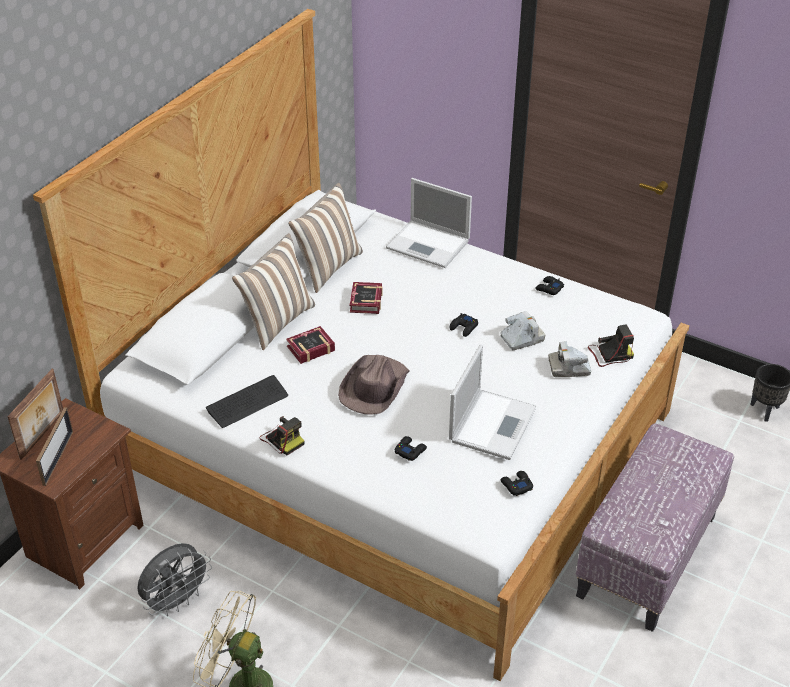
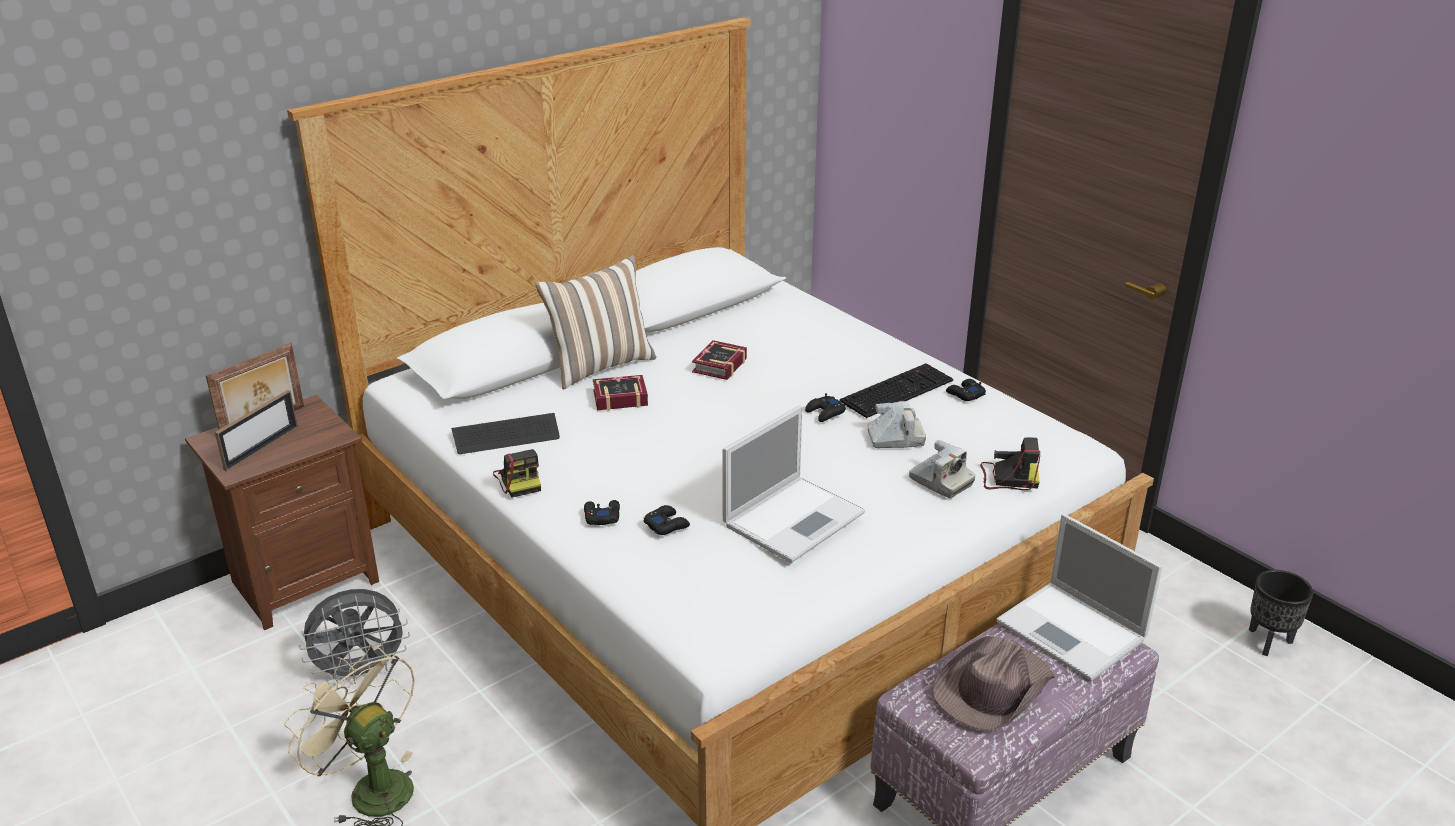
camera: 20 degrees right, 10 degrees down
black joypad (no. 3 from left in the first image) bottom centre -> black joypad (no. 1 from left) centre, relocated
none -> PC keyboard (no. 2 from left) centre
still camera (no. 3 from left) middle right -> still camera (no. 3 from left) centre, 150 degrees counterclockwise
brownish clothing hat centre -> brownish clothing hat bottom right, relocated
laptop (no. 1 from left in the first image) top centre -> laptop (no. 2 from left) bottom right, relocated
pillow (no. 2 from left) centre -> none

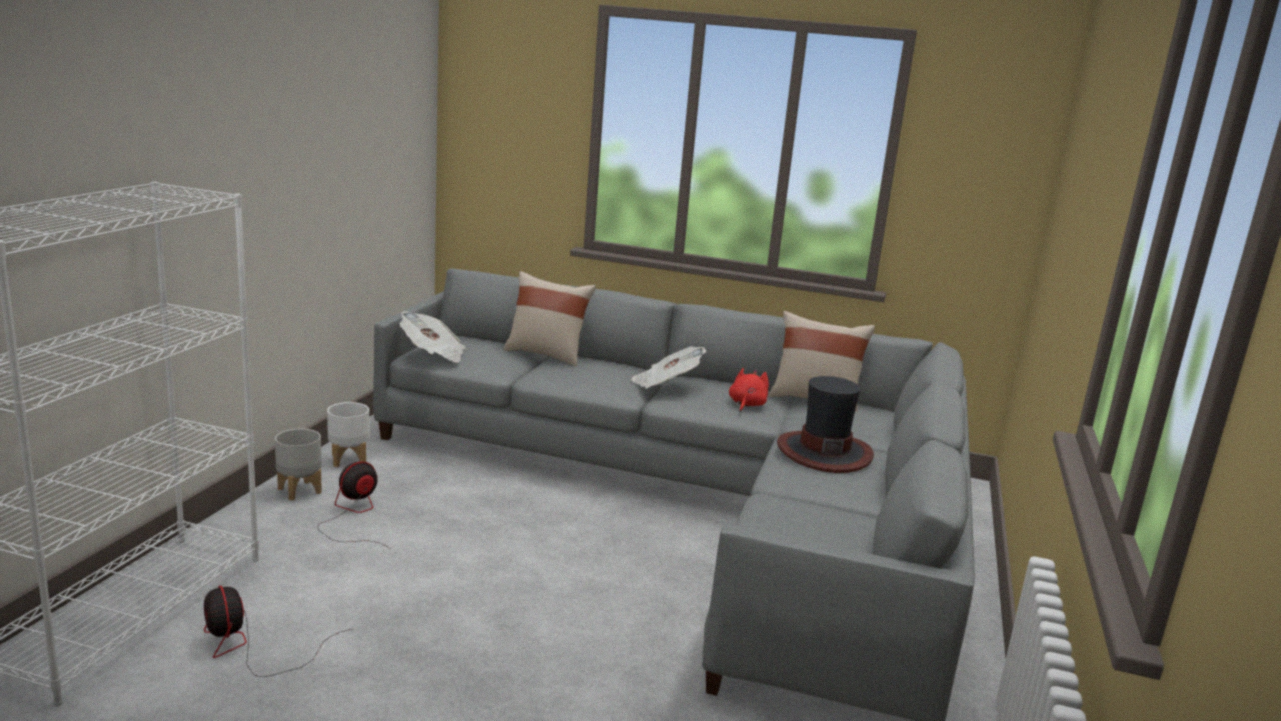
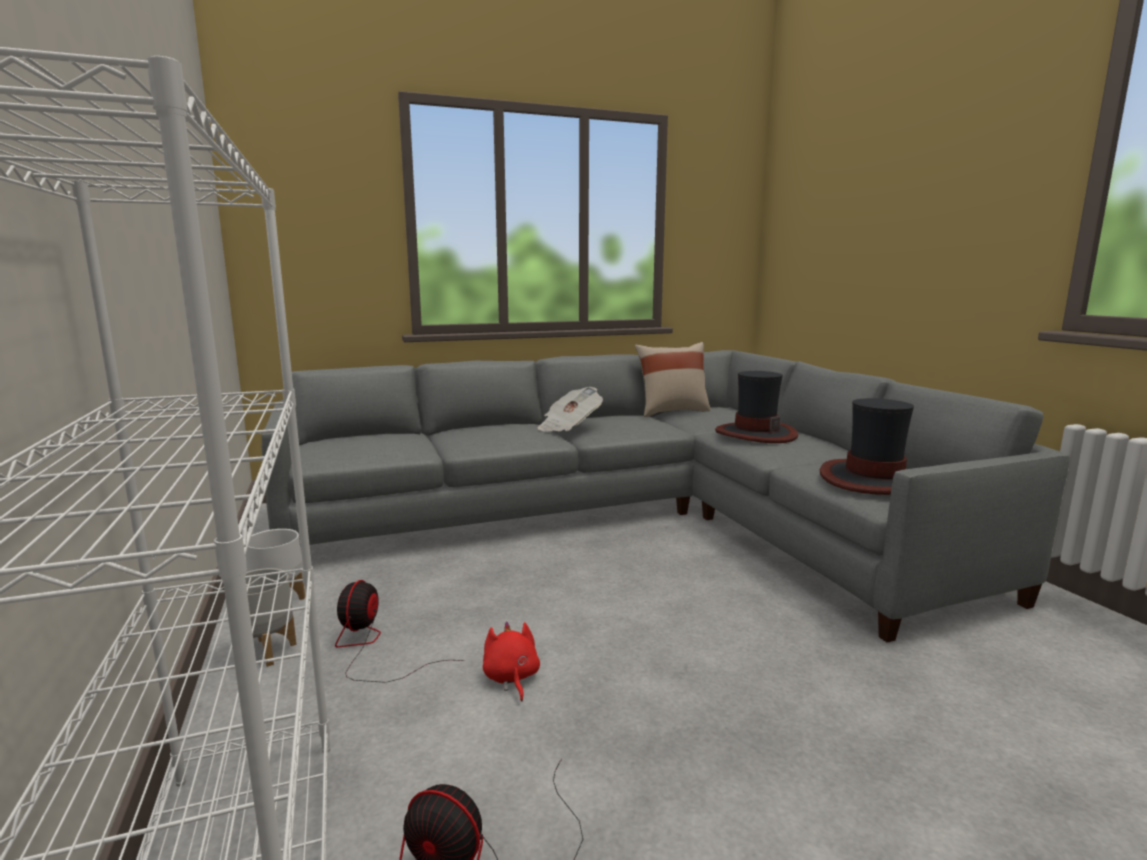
camera: 35 degrees left, 5 degrees down
red cuddly toy centre -> red cuddly toy bottom centre, relocated
none -> clothing hat (no. 2 from left) middle right
newspaper (no. 1 from left) centre -> none
sand-coloured pillow (no. 1 from left) centre -> none

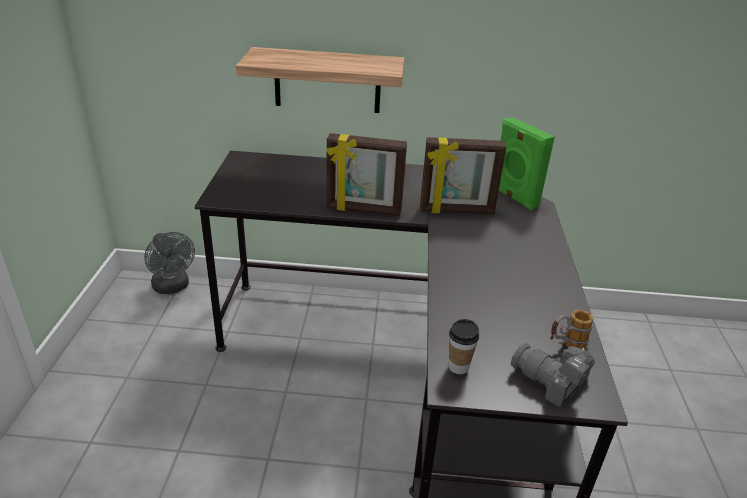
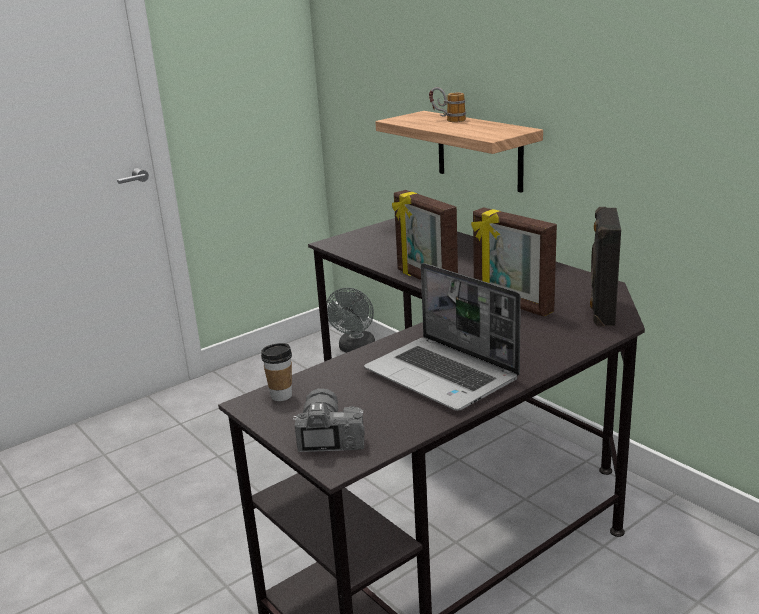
camera: 50 degrees right, 10 degrees down
none -> laptop centre
coffee mug middle right -> coffee mug top centre, relocated
greenish audio speaker top right -> black audio speaker middle right

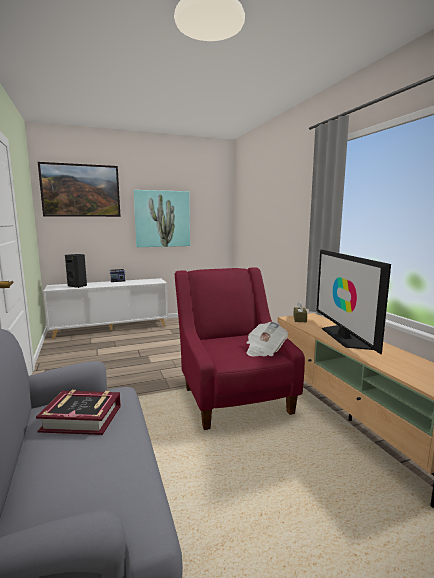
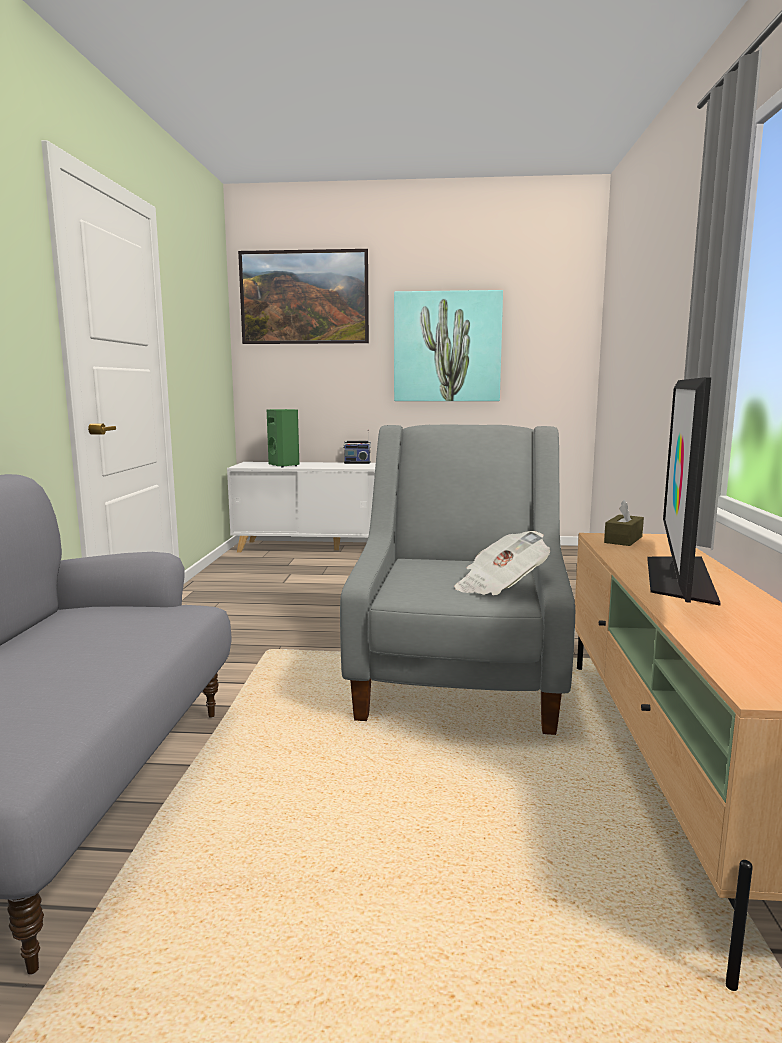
camera: 25 degrees right, 0 degrees up
black audio speaker middle left -> greenish audio speaker centre
red easy chair centre -> grey easy chair centre
book bottom left -> none

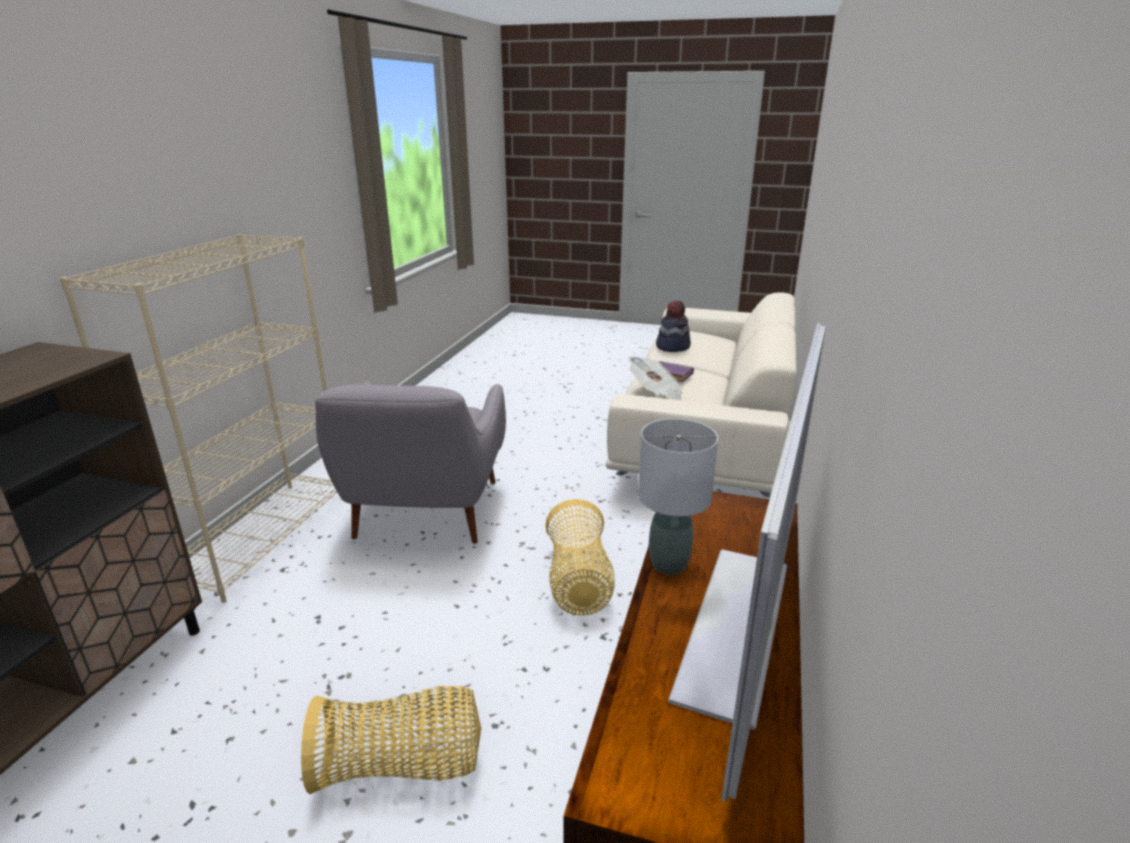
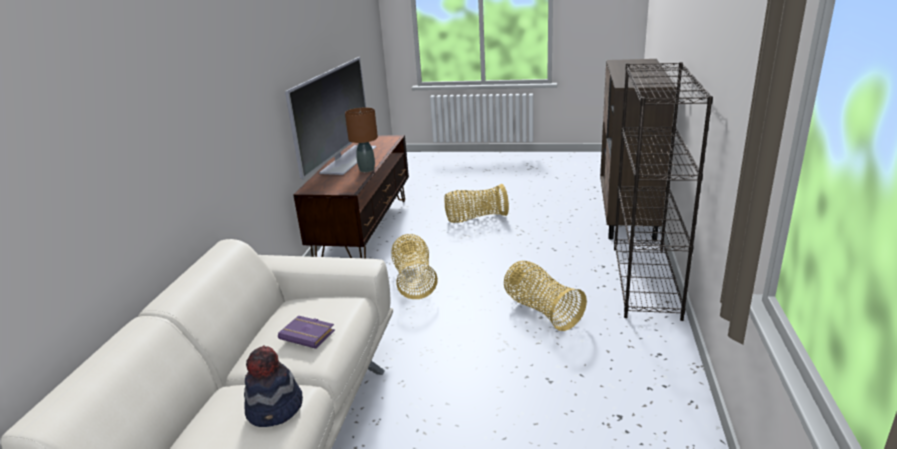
camera: 175 degrees right, 0 degrees up
grey table lamp centre -> brownish table lamp top centre
grey easy chair centre -> storage basket (no. 3 from left) centre
sand-coloured bookcase middle left -> black bookcase middle right
newspaper centre -> none

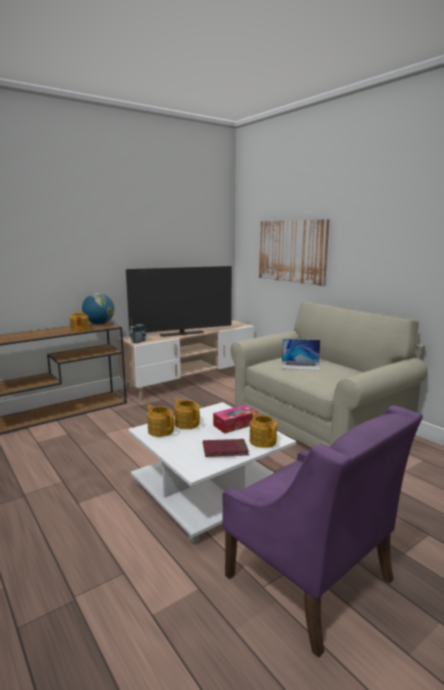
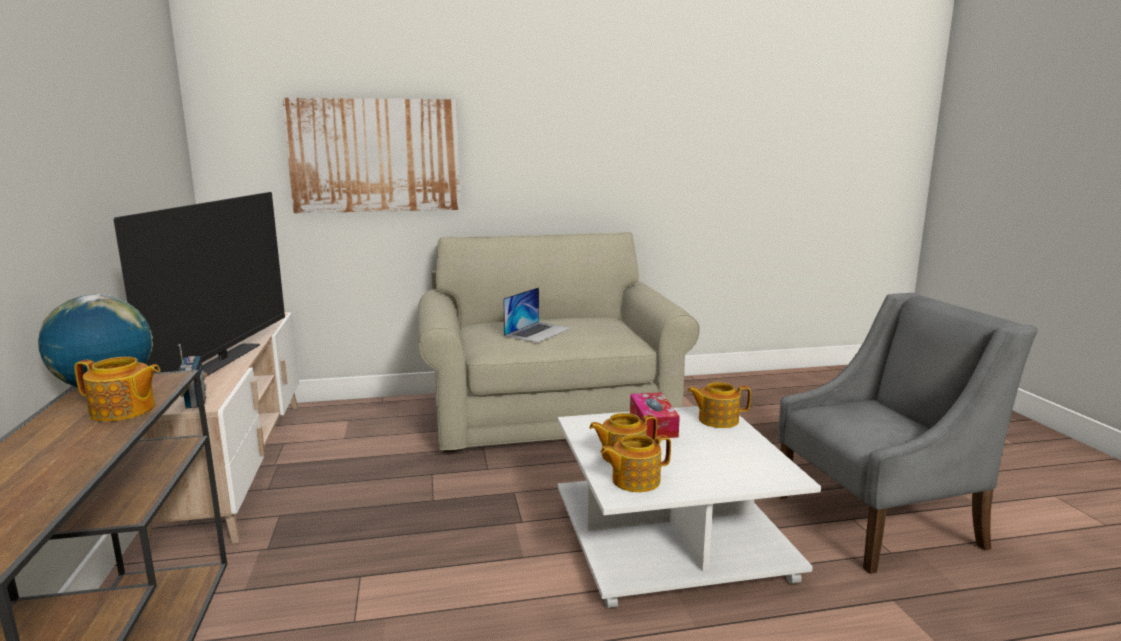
camera: 65 degrees left, 0 degrees up
purple easy chair bottom right -> grey easy chair bottom right
red book centre -> none

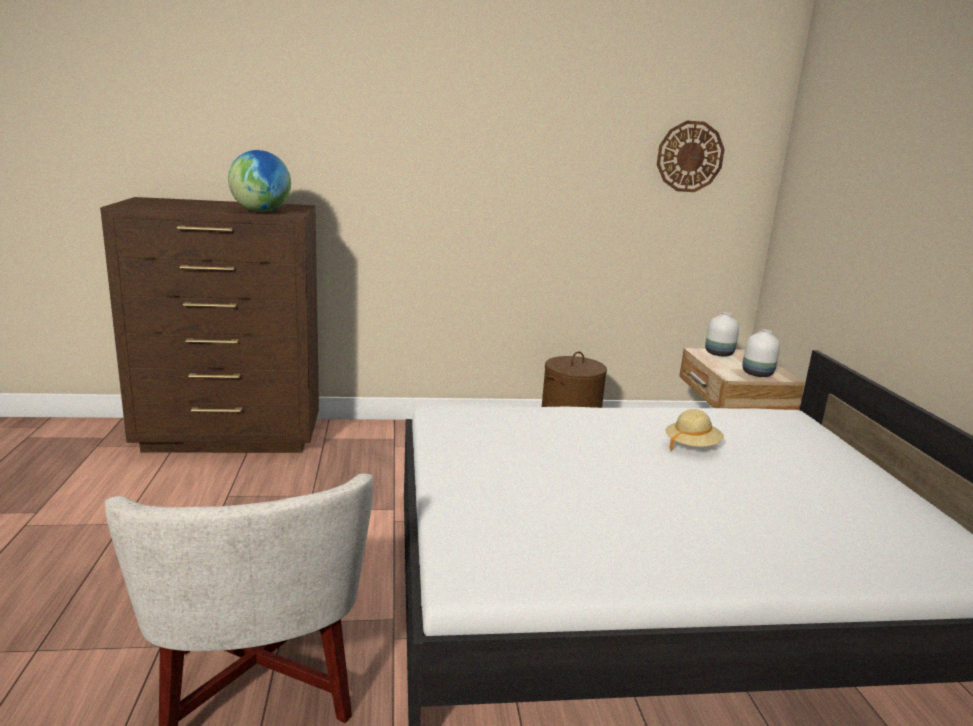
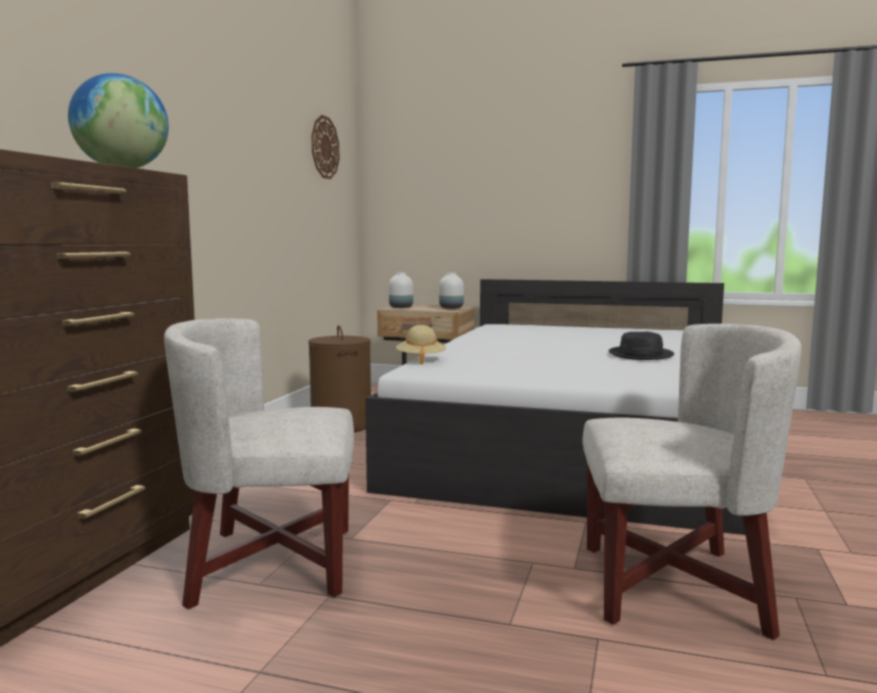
camera: 65 degrees left, 10 degrees down
none -> white-coloured easy chair (no. 1 from left) bottom left
sand-coloured clothing hat middle right -> sand-coloured clothing hat centre, relocated
none -> black clothing hat middle right

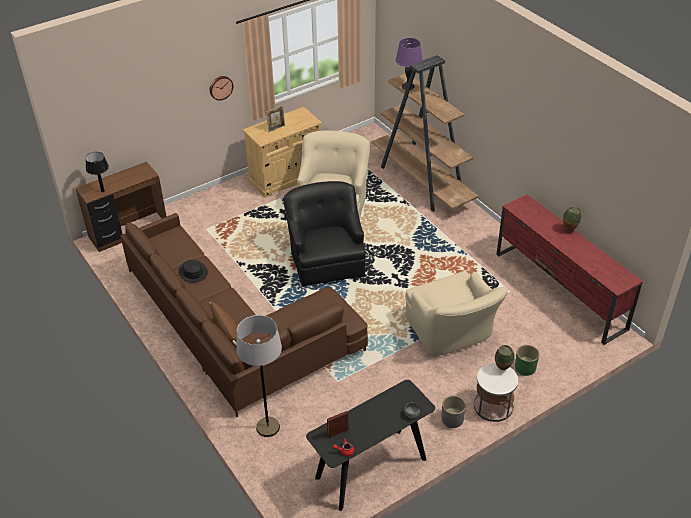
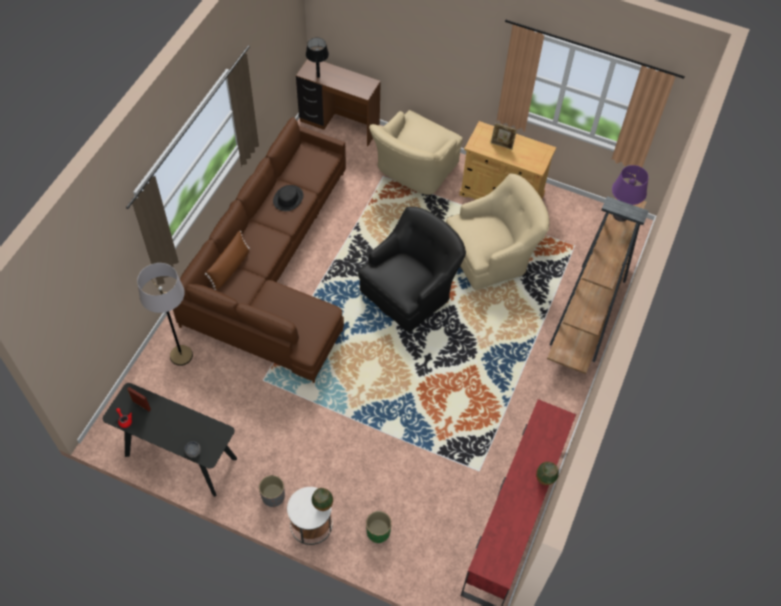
camera: 55 degrees right, 15 degrees up
sand-coloured easy chair (no. 2 from left in the first image) centre -> sand-coloured easy chair (no. 1 from left) top centre, relocated
wall clock top left -> none

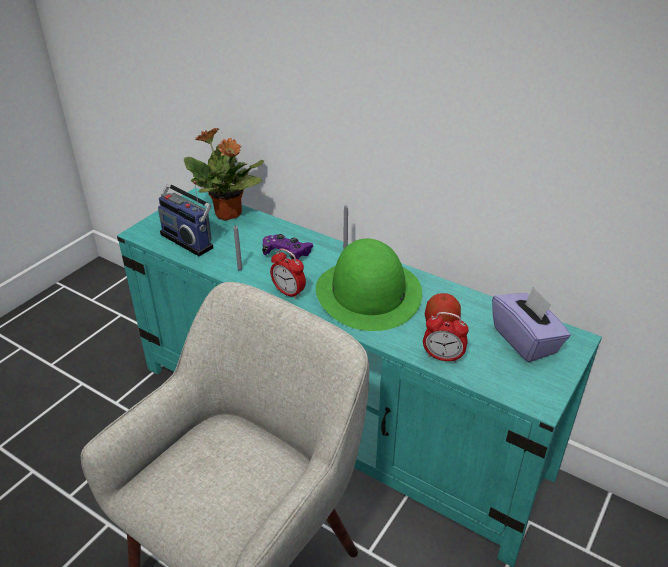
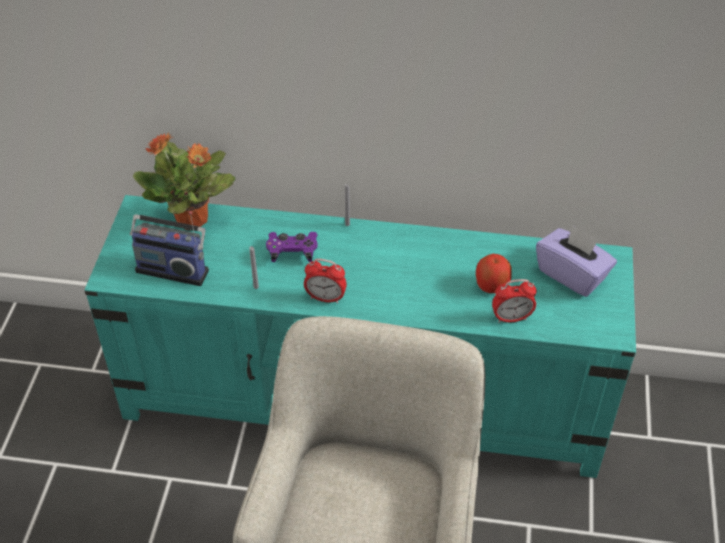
camera: 25 degrees left, 10 degrees up
greenish clothing hat centre -> none

